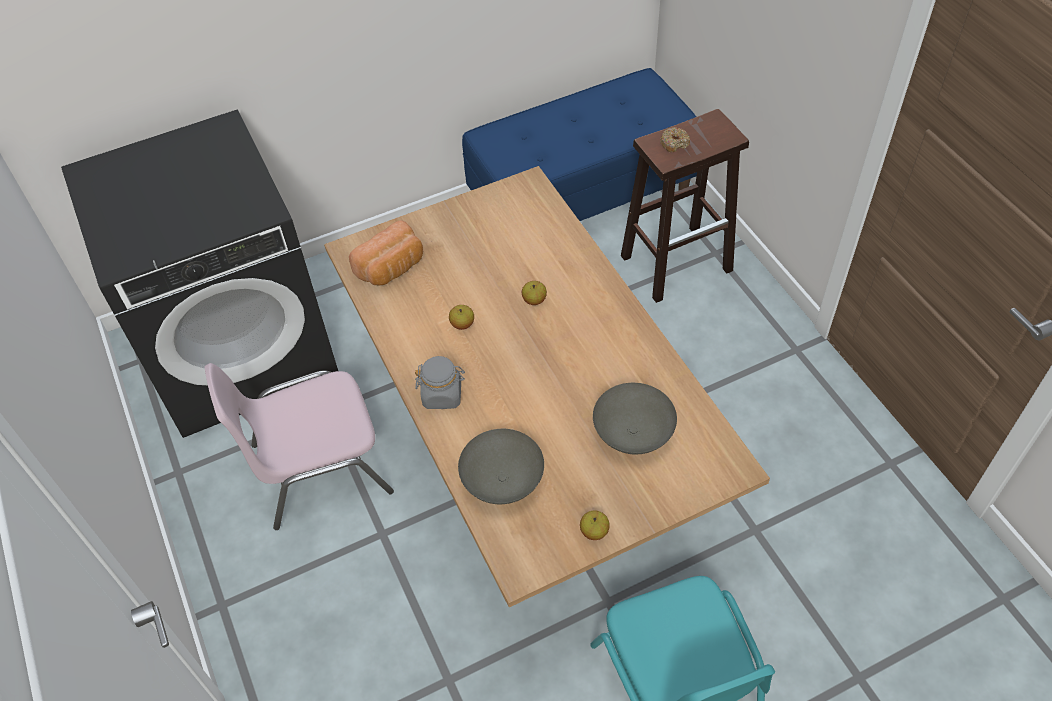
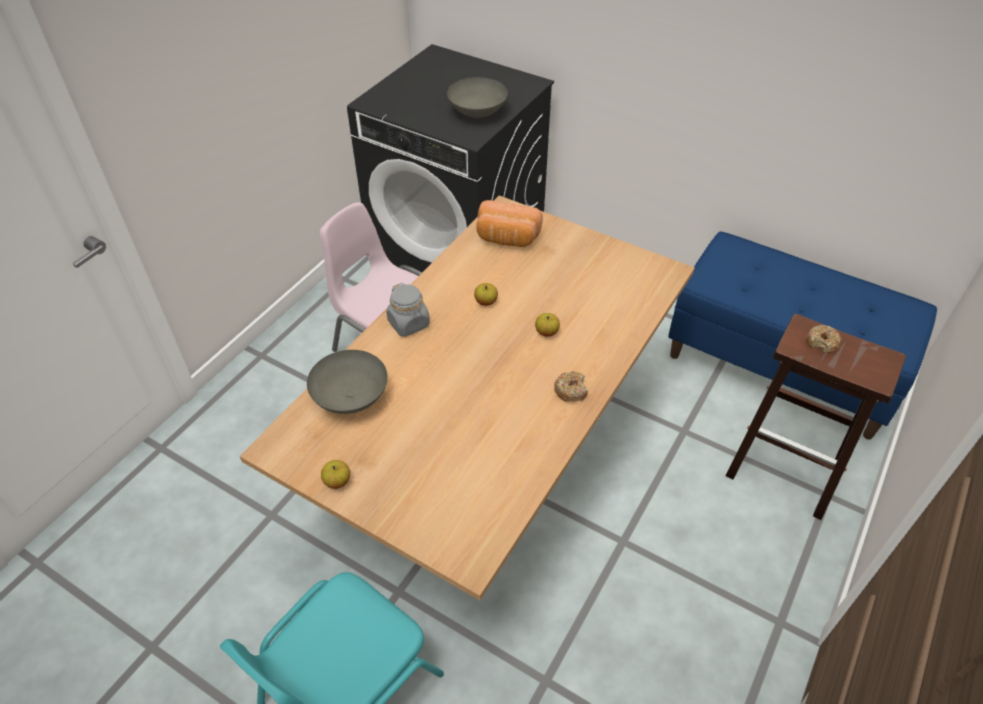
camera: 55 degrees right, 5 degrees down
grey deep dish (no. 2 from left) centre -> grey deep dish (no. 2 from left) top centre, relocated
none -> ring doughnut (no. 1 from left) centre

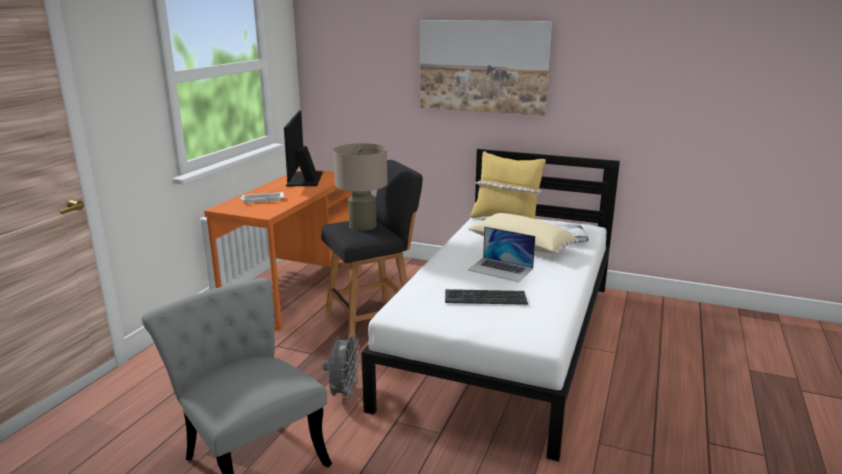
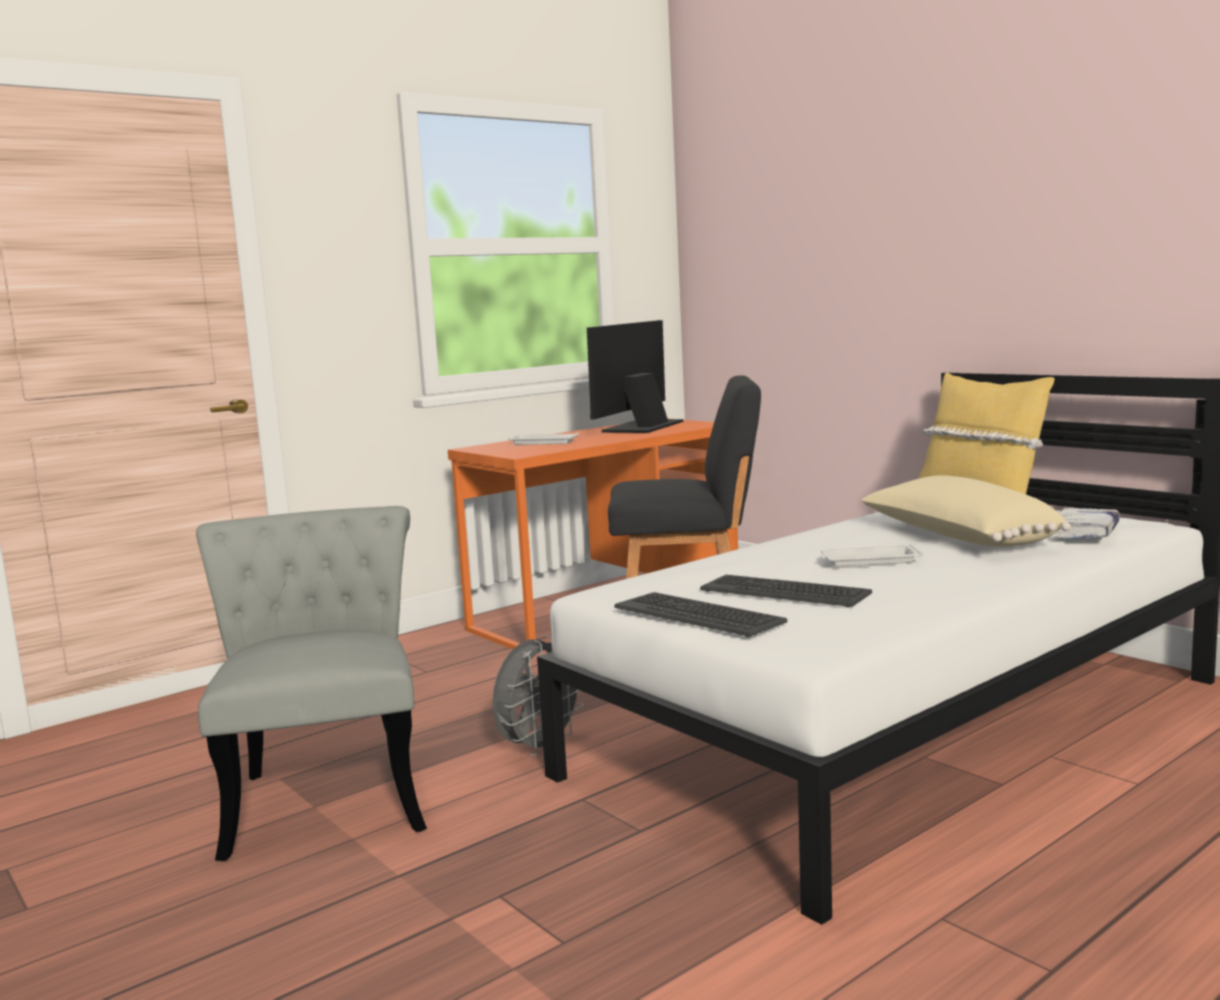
camera: 30 degrees right, 10 degrees down
none -> PC keyboard (no. 1 from left) centre
laptop centre -> white-coloured serving tray (no. 2 from left) middle right
sand-coloured table lamp centre -> none
wall picture top centre -> none

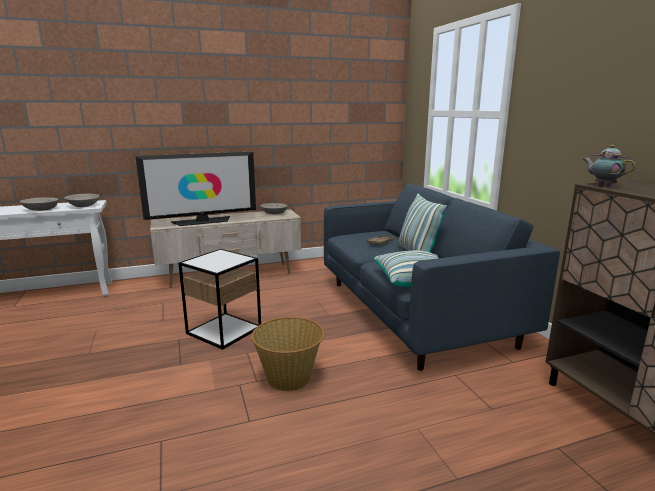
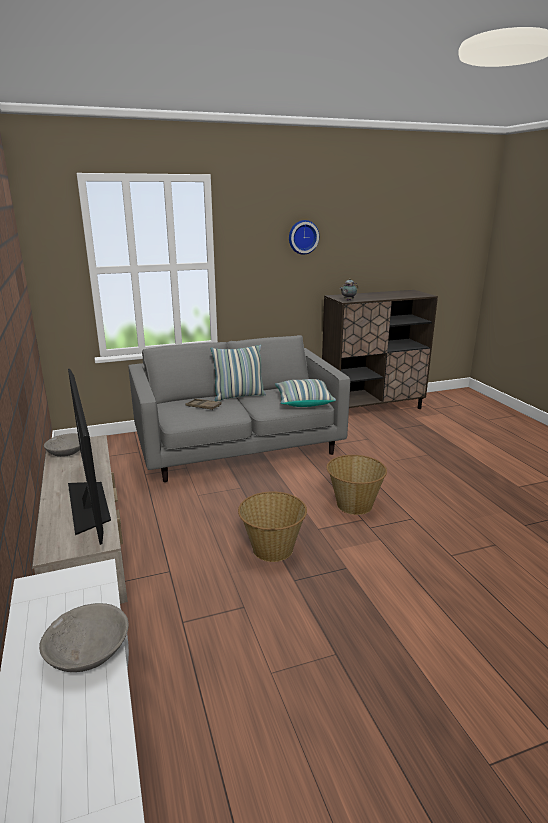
camera: 90 degrees left, 5 degrees up
bluish couch middle right -> grey couch centre
side table centre -> storage basket (no. 1 from left) centre
none -> wall clock top centre
grey deep dish (no. 2 from left) middle left -> none

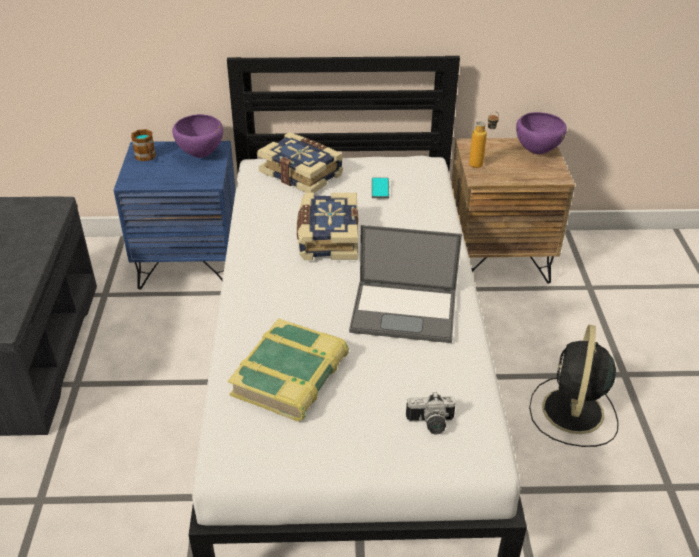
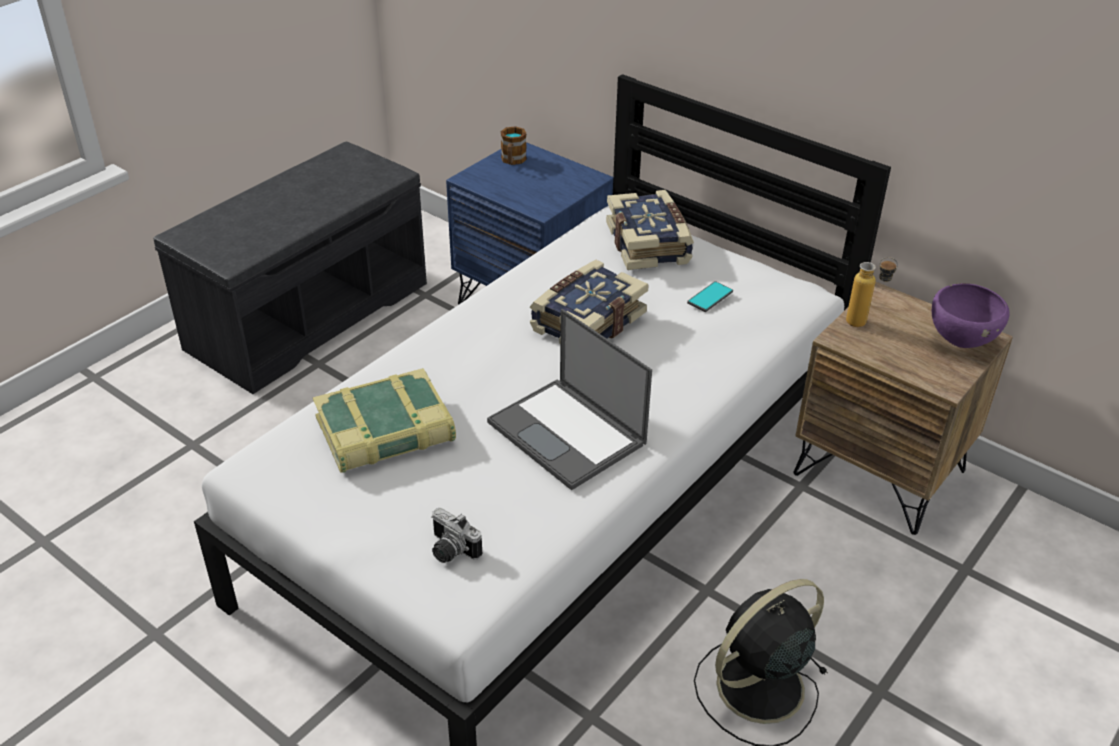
camera: 40 degrees right, 0 degrees up
purple deep dish (no. 1 from left) top left -> none

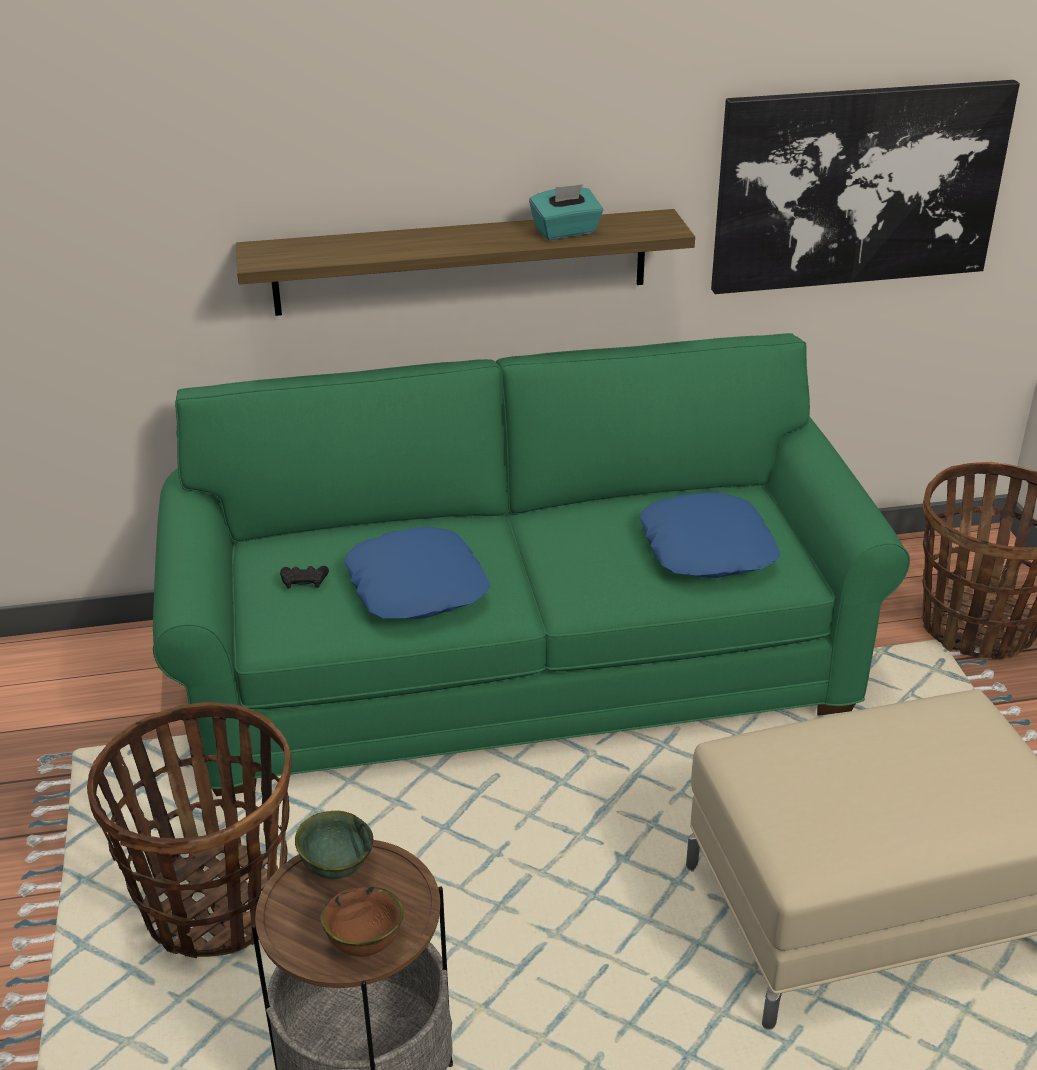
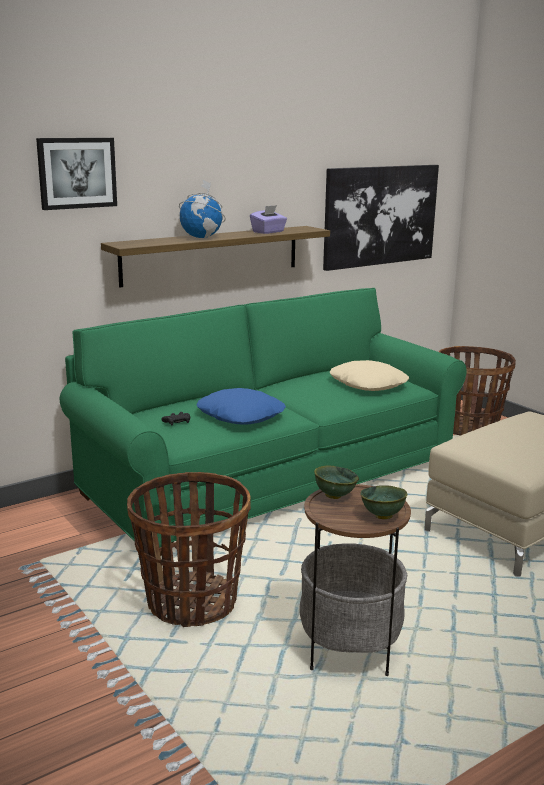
camera: 25 degrees left, 15 degrees down
none -> wall picture (no. 1 from left) top left
none -> desk globe top centre
turquoise-coloured box of tissues top centre -> purple box of tissues top centre
bluish pillow (no. 2 from left) middle right -> sand-coloured pillow middle right
brownish deep dish bottom centre -> greenish deep dish (no. 2 from left) middle right

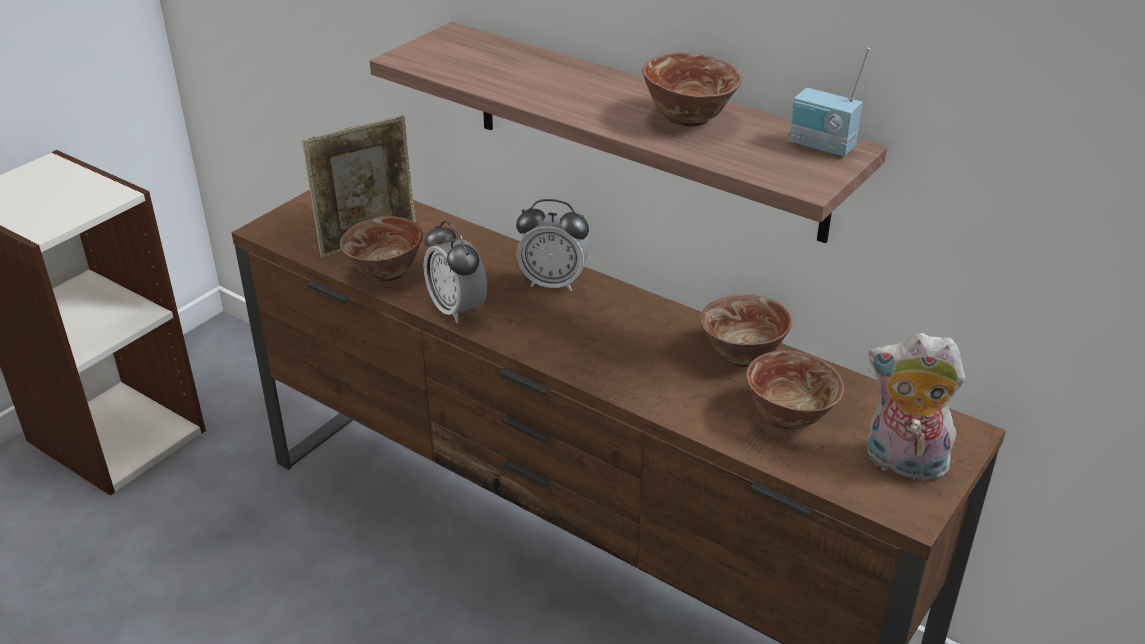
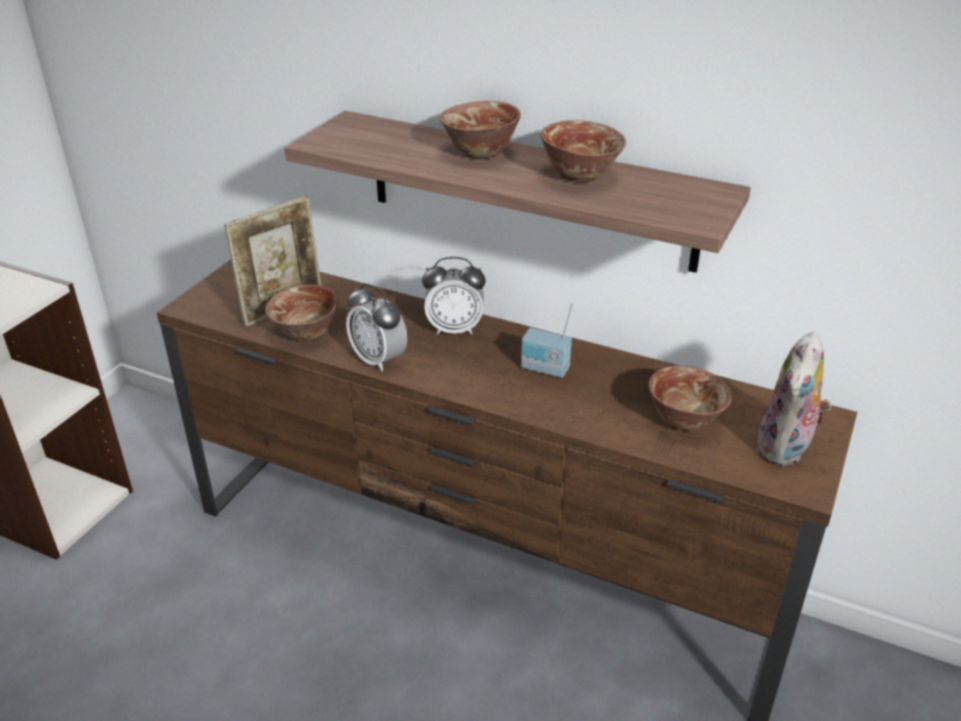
camera: 10 degrees left, 0 degrees up
deep dish (no. 3 from left in the first image) centre -> deep dish (no. 2 from left) top centre, relocated
radio receiver top right -> radio receiver centre, relocated
cuddly toy middle right, 75 degrees counterclockwise

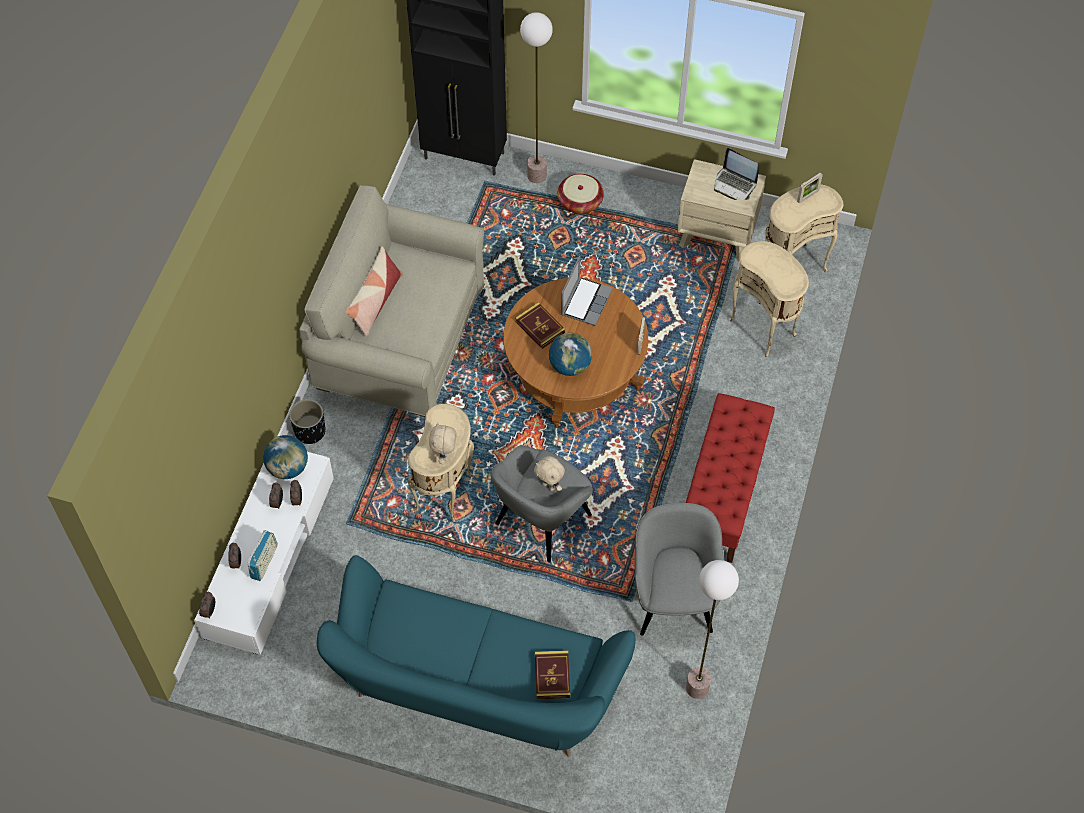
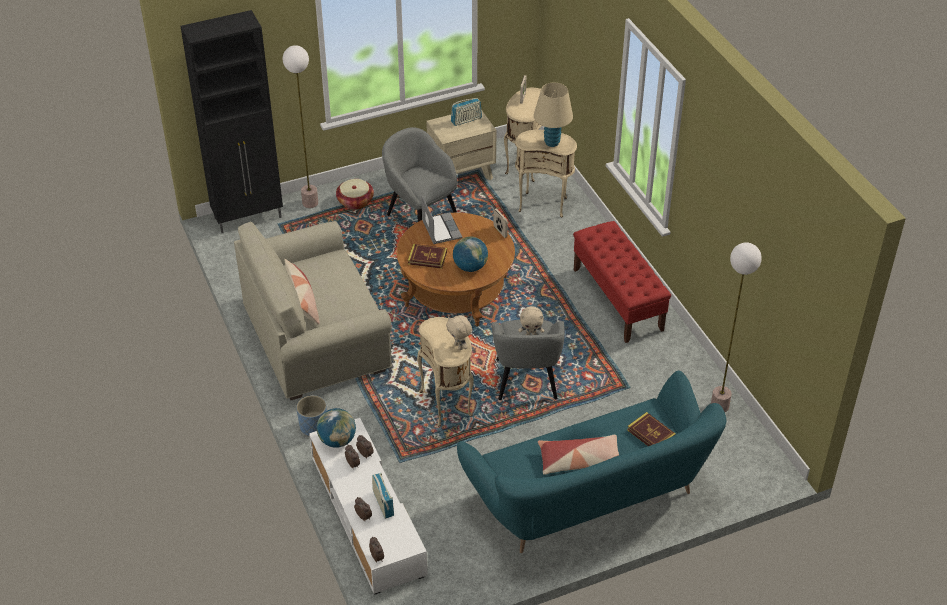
camera: 40 degrees left, 15 degrees down
black planter middle left -> bluish planter bottom left
grey easy chair (no. 2 from left in the first image) bottom centre -> grey easy chair (no. 1 from left) top centre, relocated
laptop (no. 2 from left) top right -> radio receiver (no. 2 from left) top centre
none -> sand-coloured table lamp top centre
none -> pillow (no. 2 from left) bottom centre

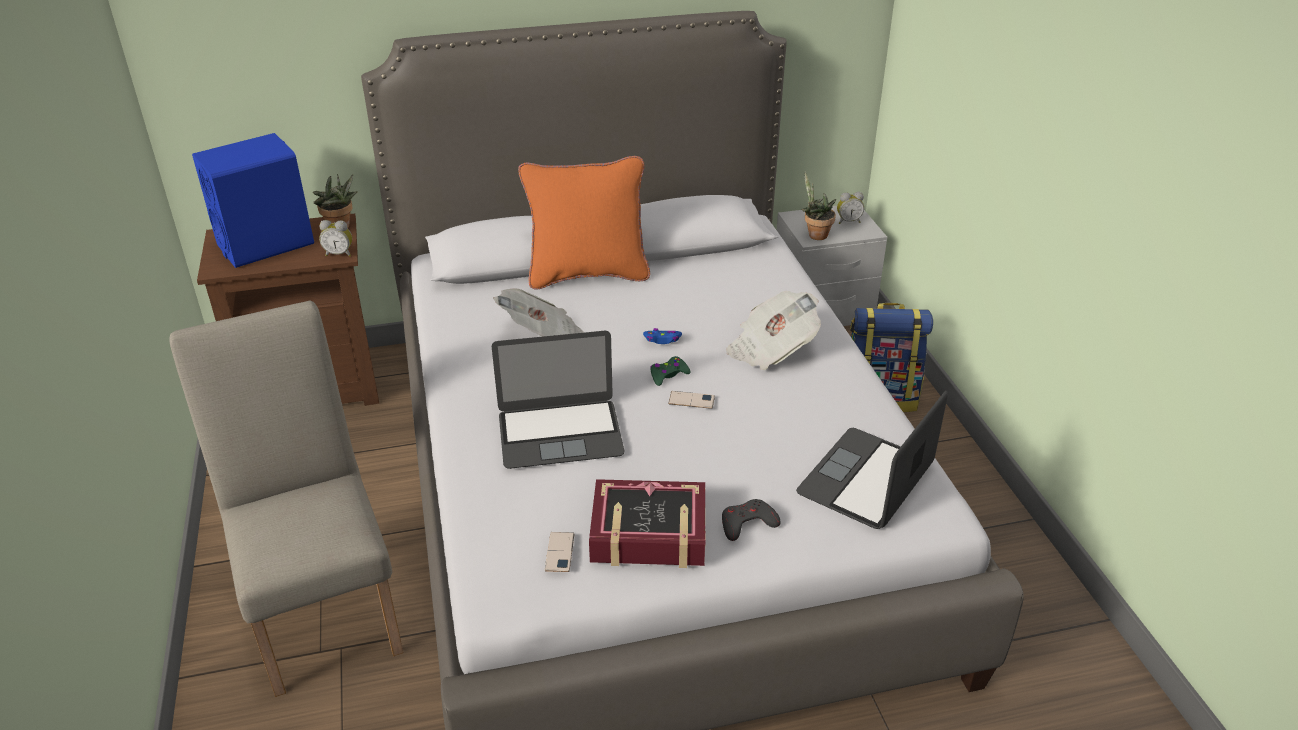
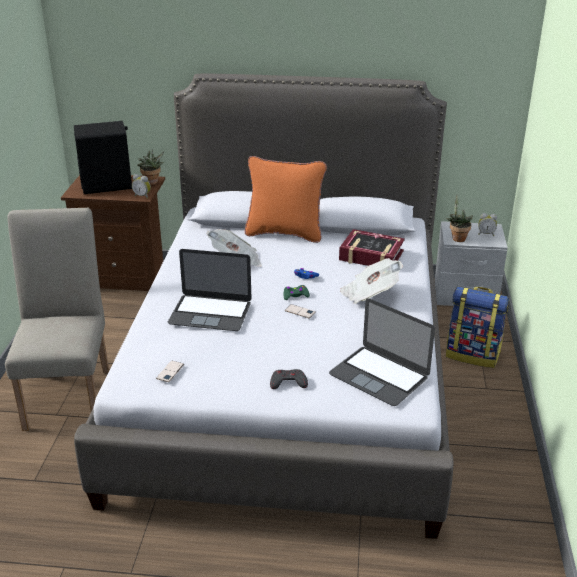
camera: 20 degrees right, 5 degrees down
bluish audio speaker top left -> black audio speaker top left
laptop (no. 2 from left) middle right -> laptop (no. 2 from left) centre, 105 degrees counterclockwise
book bottom centre -> book centre, relocated

